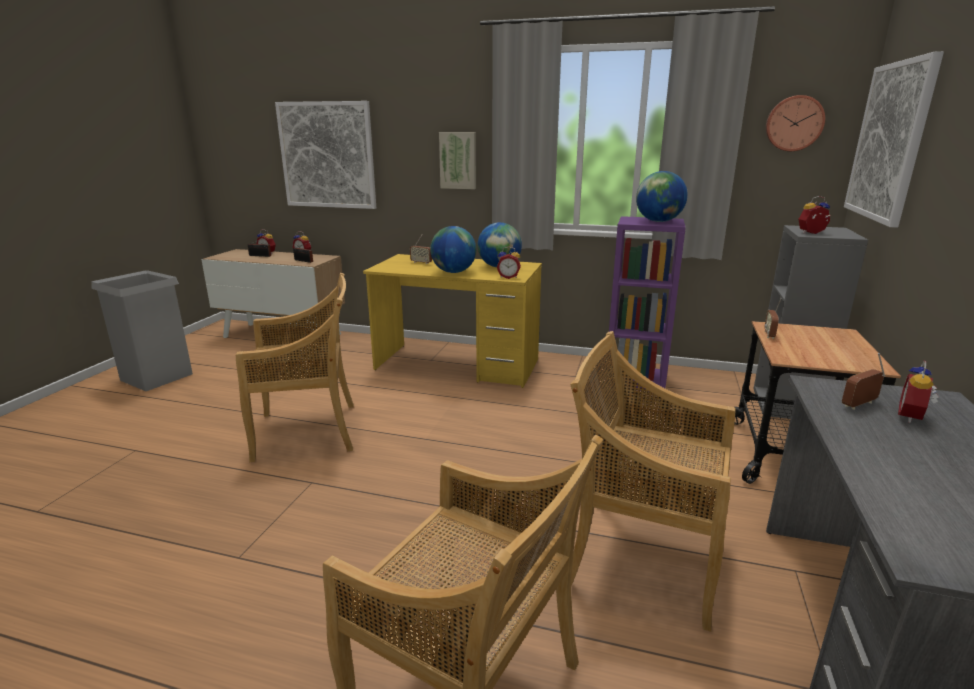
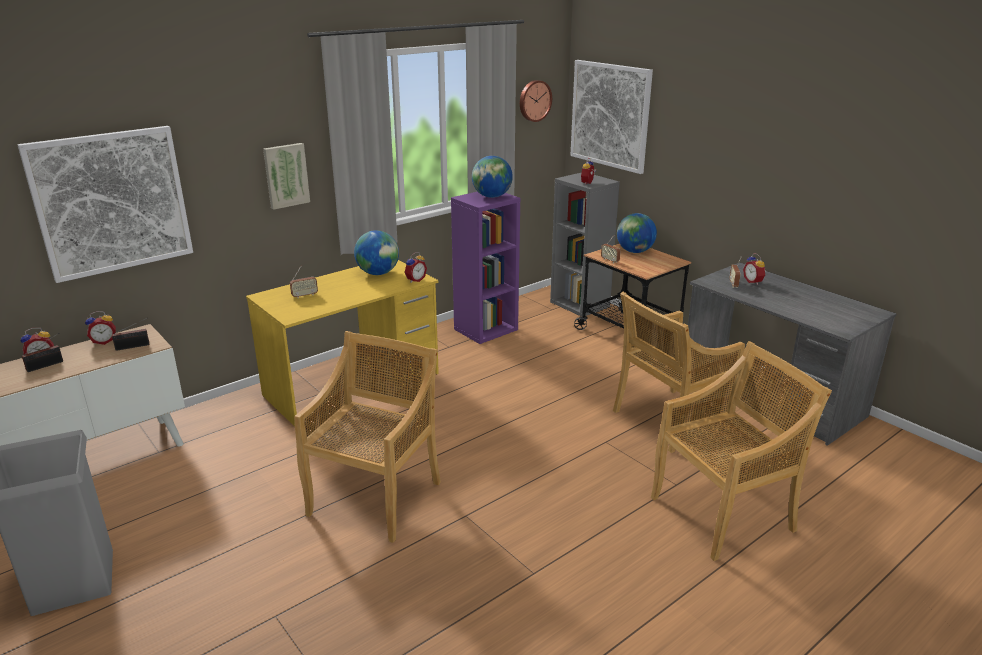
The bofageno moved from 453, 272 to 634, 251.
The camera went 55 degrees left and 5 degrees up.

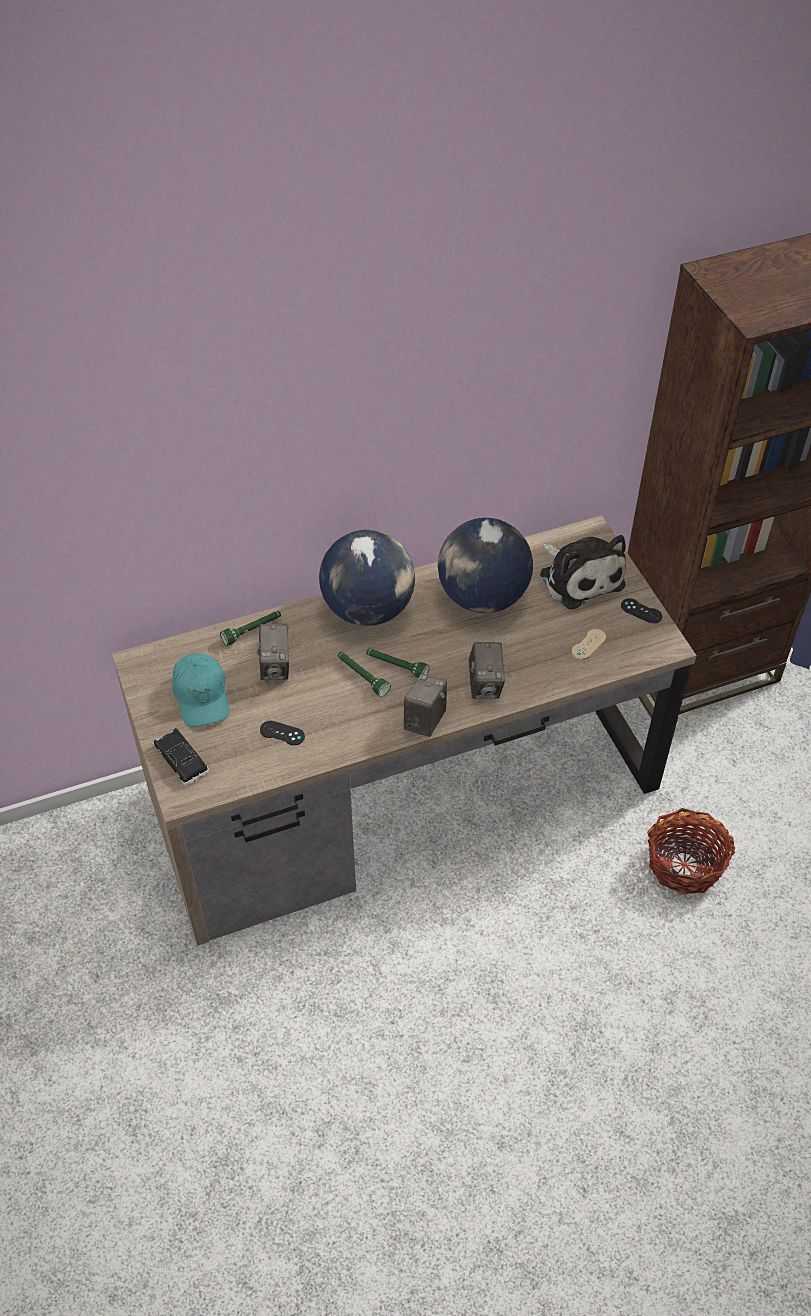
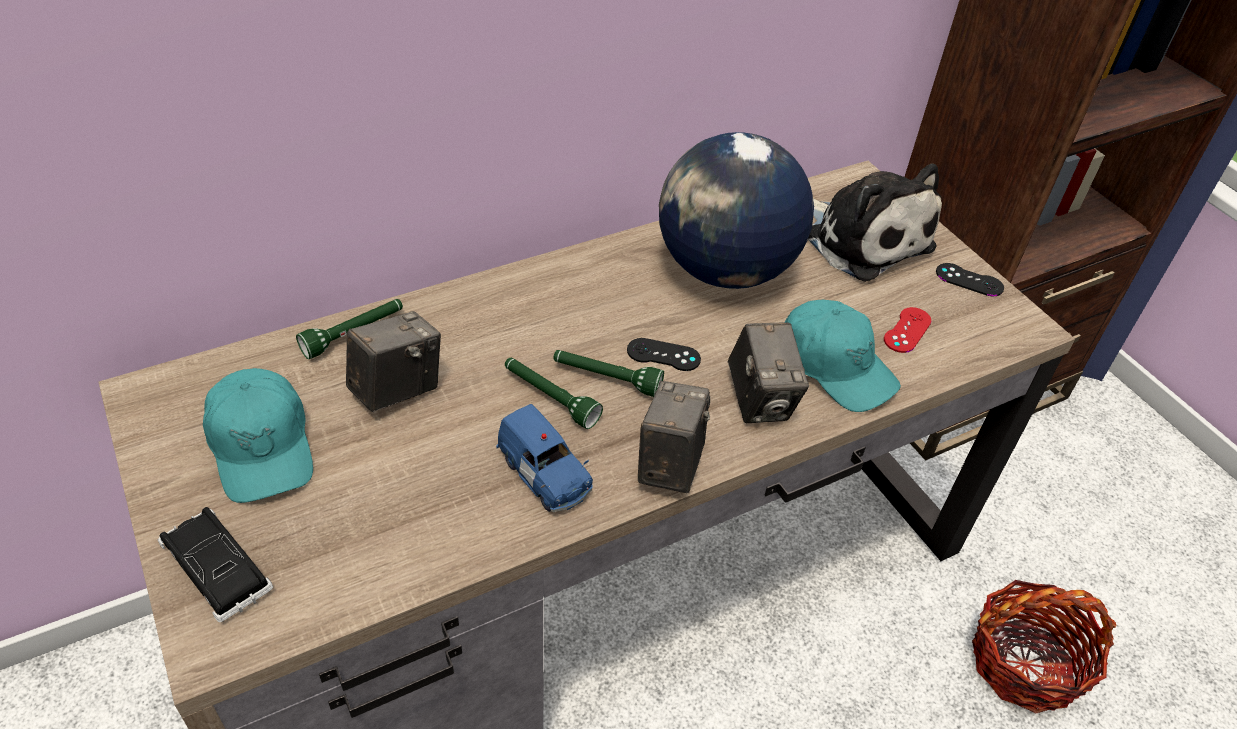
The bofageno at 369, 609 disappeared.
The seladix at 275, 666 turned 120 degrees counterclockwise.
The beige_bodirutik at 588, 644 became the red_bodirutik at 907, 330.
The black_bodirutik moved from 282, 733 to 663, 355.
The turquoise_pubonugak at 835, 366 appeared.
The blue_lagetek at 545, 475 appeared.
The camera went 10 degrees left and 5 degrees down.

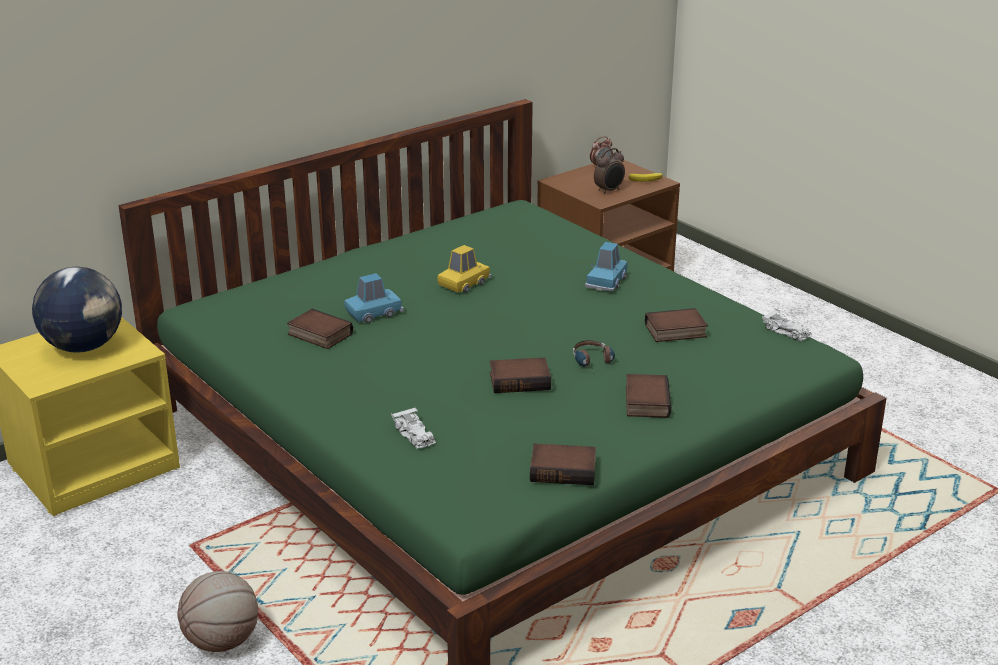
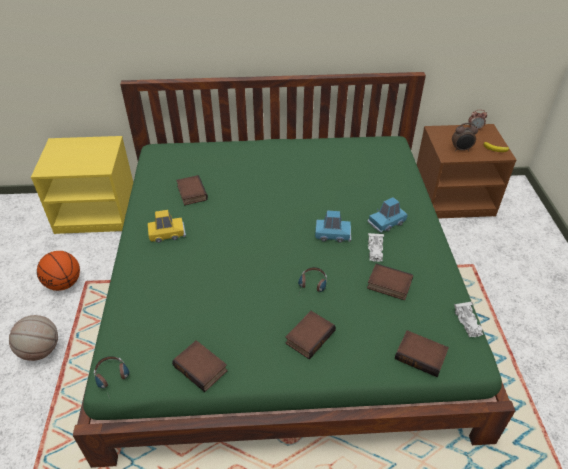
The yellow_lagetek moved from 464, 283 to 167, 234.
The bofageno at 84, 347 disappeared.
The blue_lagetek moved from 374, 313 to 333, 234.
The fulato moved from 520, 380 to 421, 355.
The white_lagetek moved from 415, 435 to 375, 250.
The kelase at 64, 284 appeared.
The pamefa at 113, 379 appeared.
The camera went 35 degrees right and 15 degrees up.

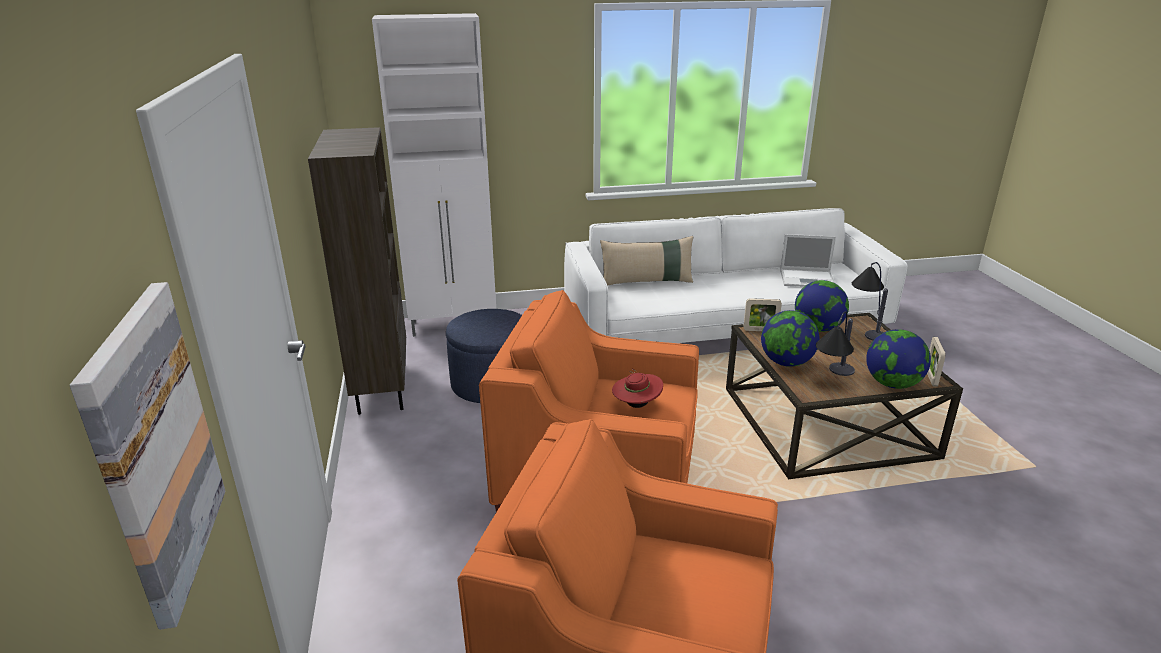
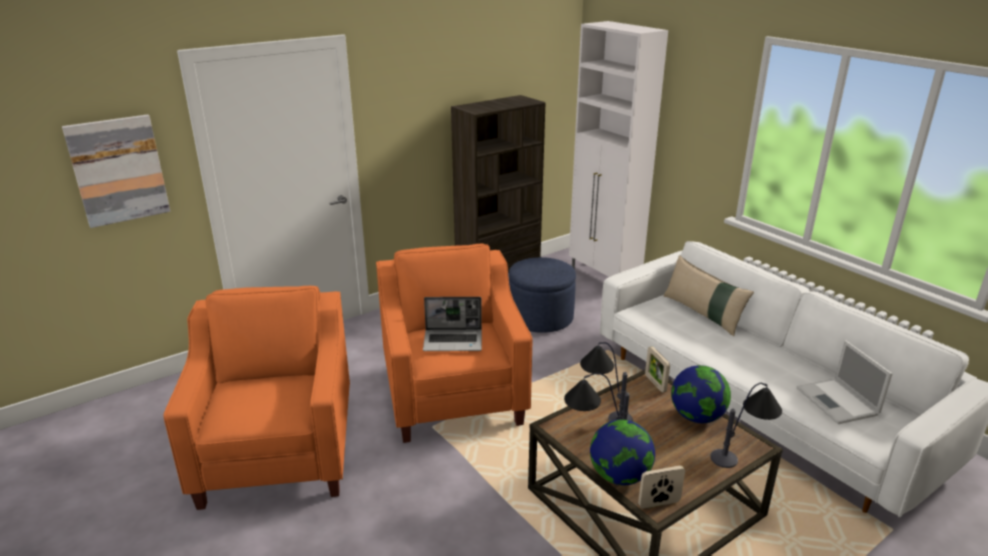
The bofageno at 786, 362 was replaced by the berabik at 603, 406.
The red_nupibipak at 636, 405 was replaced by the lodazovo at 453, 341.
The camera went 65 degrees right and 0 degrees up.

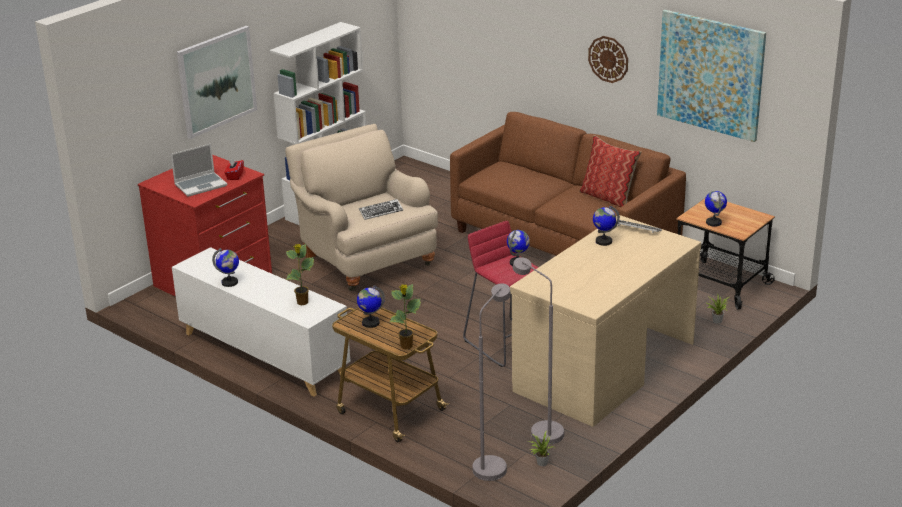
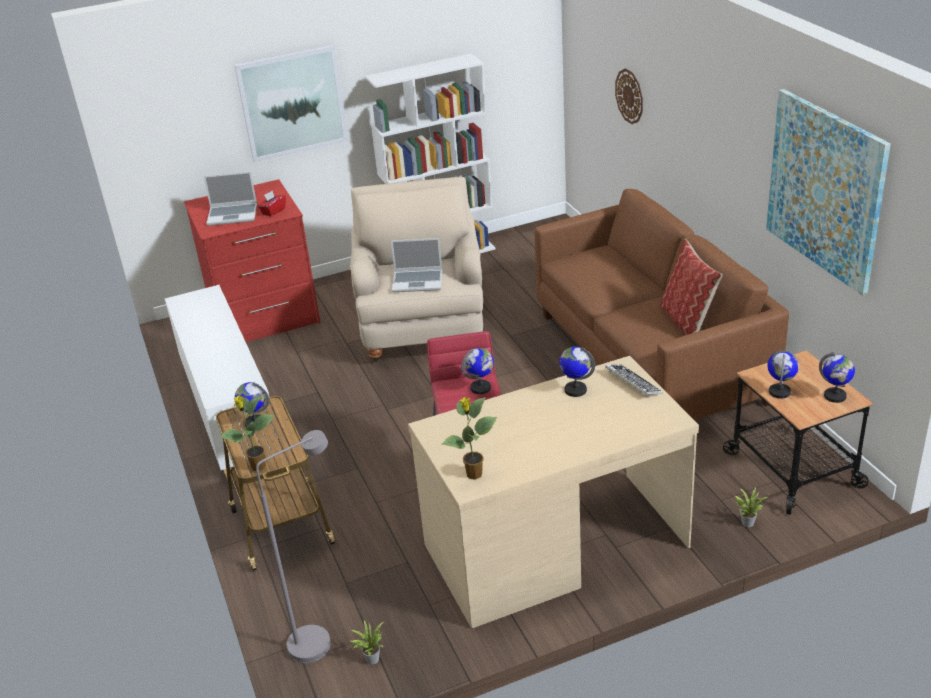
The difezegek moved from 608, 59 to 629, 96.
The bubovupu at 381, 212 was replaced by the lodazovo at 418, 281.
The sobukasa moved from 302, 303 to 474, 475.
The bofageno moved from 230, 282 to 835, 396.
The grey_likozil at 540, 430 disappeared.
The camera went 30 degrees right and 5 degrees up.

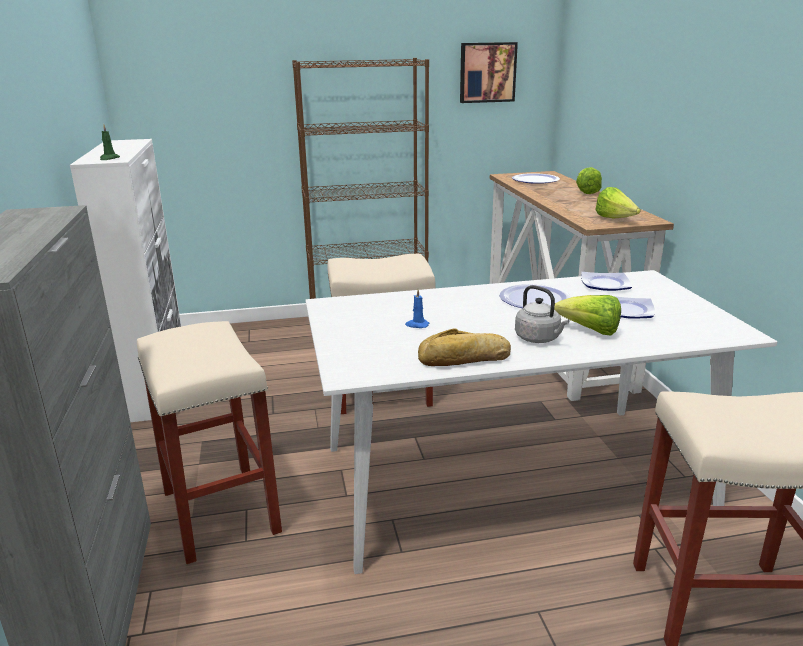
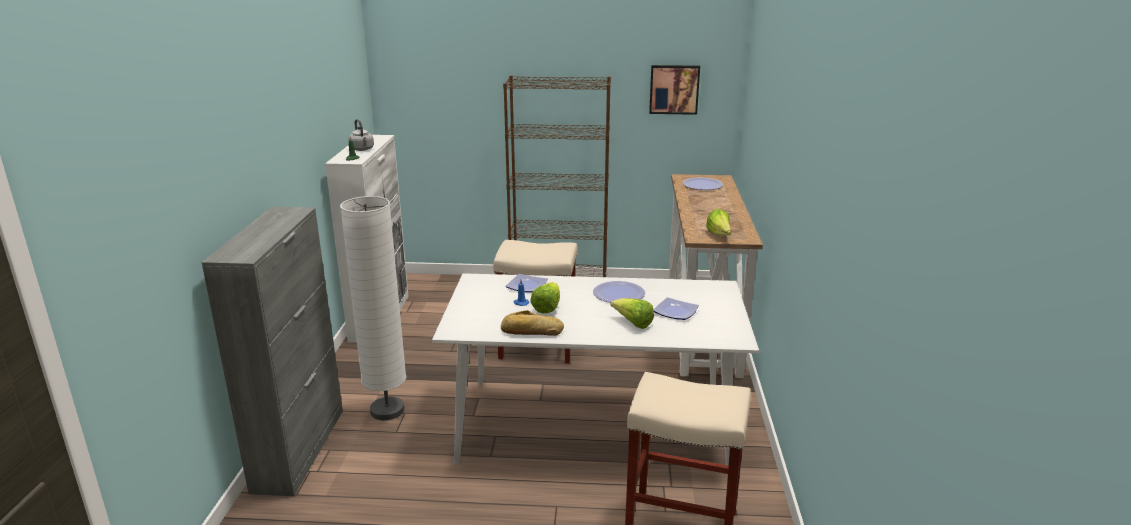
The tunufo moved from 586, 191 to 547, 307.
The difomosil moved from 606, 285 to 527, 286.
The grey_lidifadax moved from 539, 339 to 362, 149.
The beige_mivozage at 219, 510 was replaced by the white_likozil at 387, 410.
The camera went 15 degrees right and 0 degrees up.

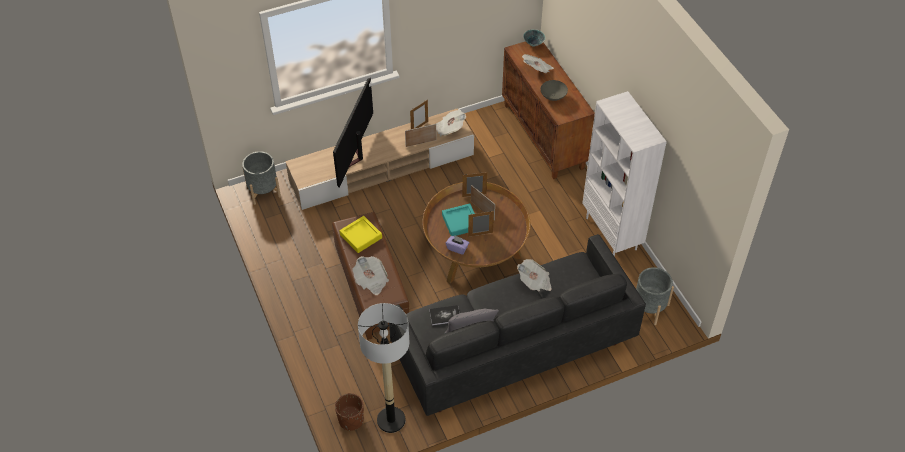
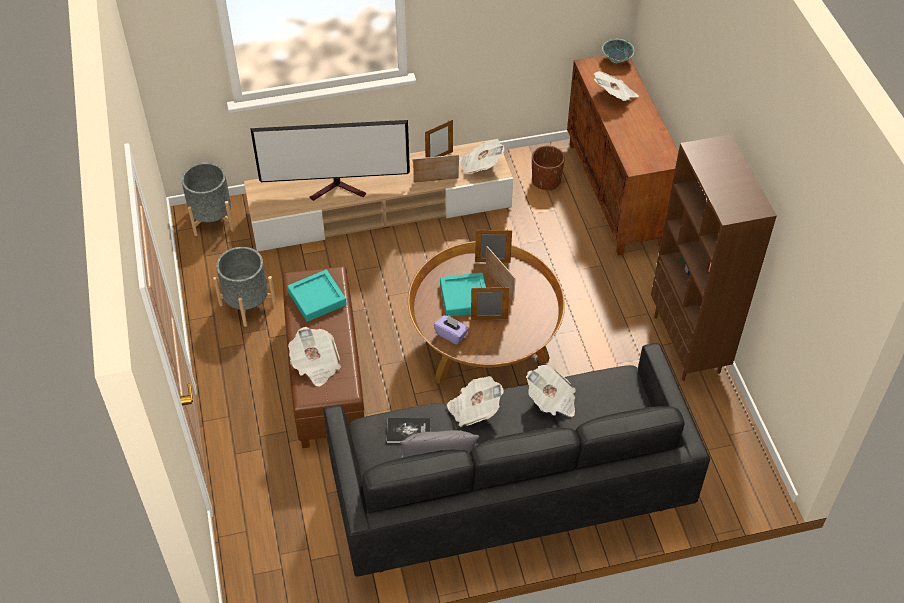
The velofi at 354, 158 turned 120 degrees counterclockwise.
The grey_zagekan at 553, 96 disappeared.
The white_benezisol at 612, 233 became the brown_benezisol at 688, 344.
The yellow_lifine at 361, 236 became the turquoise_lifine at 317, 298.
The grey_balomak moved from 649, 308 to 247, 304.
The likozil at 391, 420 disappeared.
The brown_balomak moved from 351, 420 to 546, 181.
The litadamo at 474, 409 appeared.
The camera went 10 degrees right and 0 degrees up.

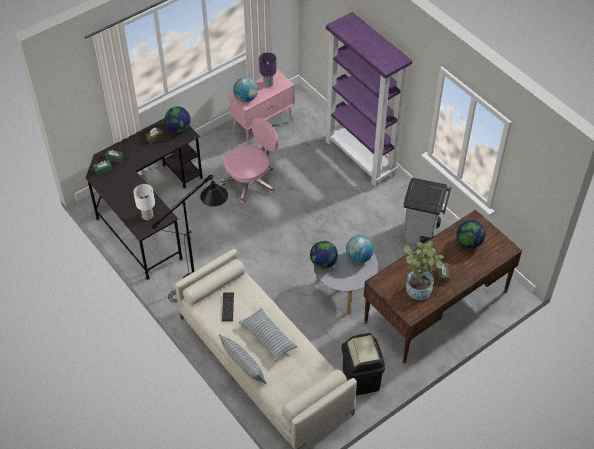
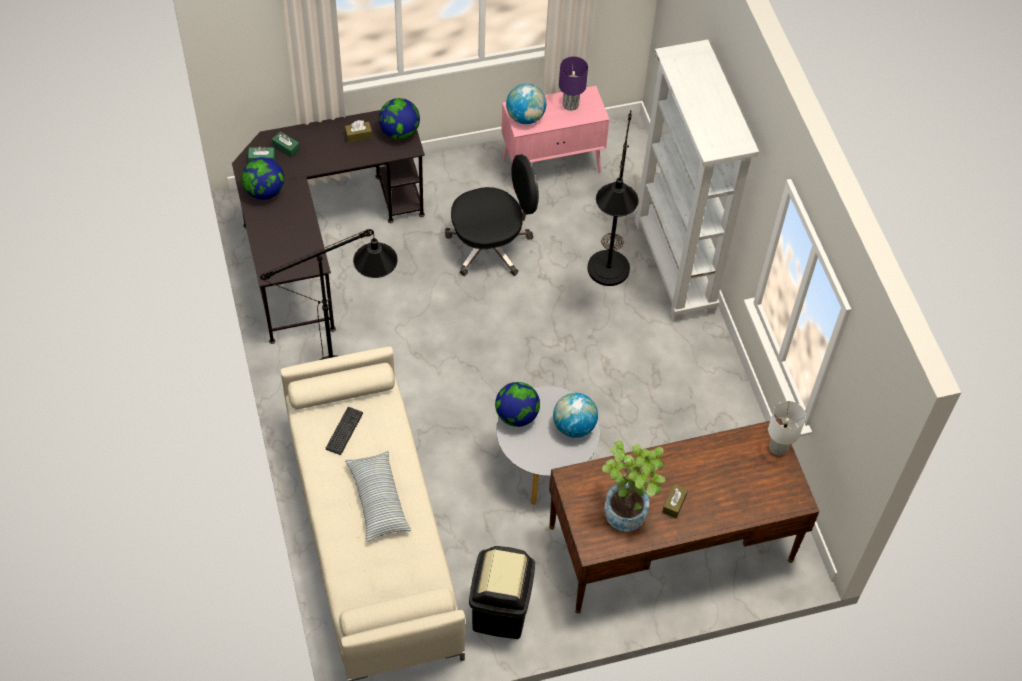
The purple_benezisol at 361, 158 became the white_benezisol at 675, 267.
The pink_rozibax at 250, 181 became the black_rozibax at 491, 246.
The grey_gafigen at 421, 234 disappeared.
The white_berabik moved from 147, 216 to 778, 447.
The bofageno moved from 468, 242 to 265, 191.
The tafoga at 243, 366 disappeared.
The black_likozil at 606, 279 appeared.
The camera went 20 degrees right and 5 degrees up.

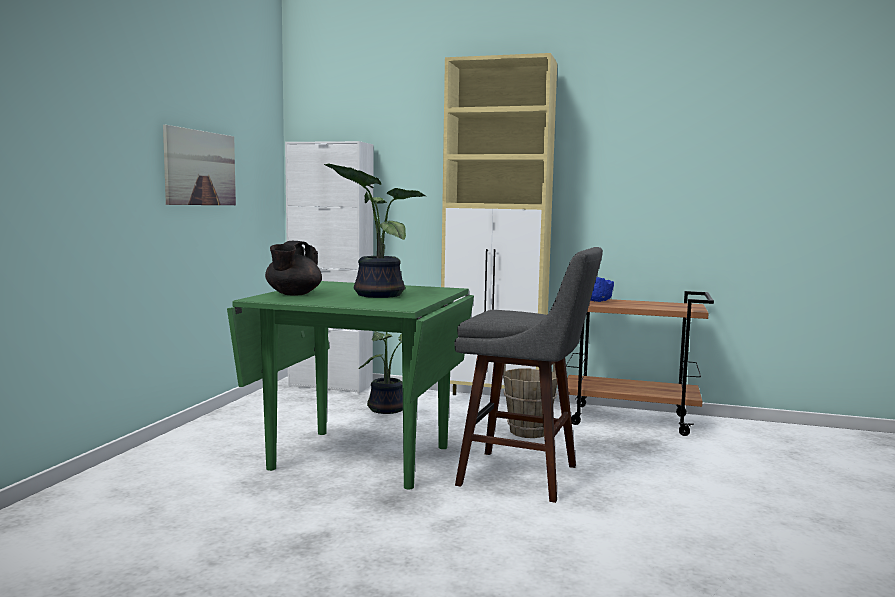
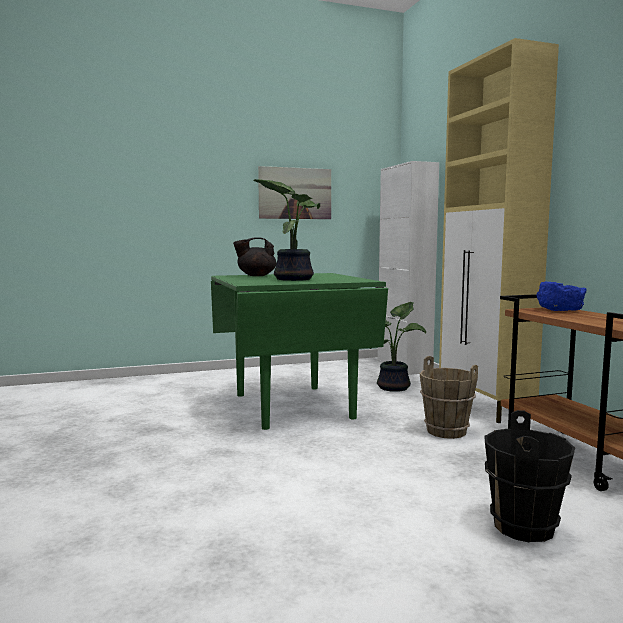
The grey_mivozage at 525, 476 disappeared.
The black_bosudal at 524, 527 appeared.
The camera went 55 degrees right and 0 degrees up.

